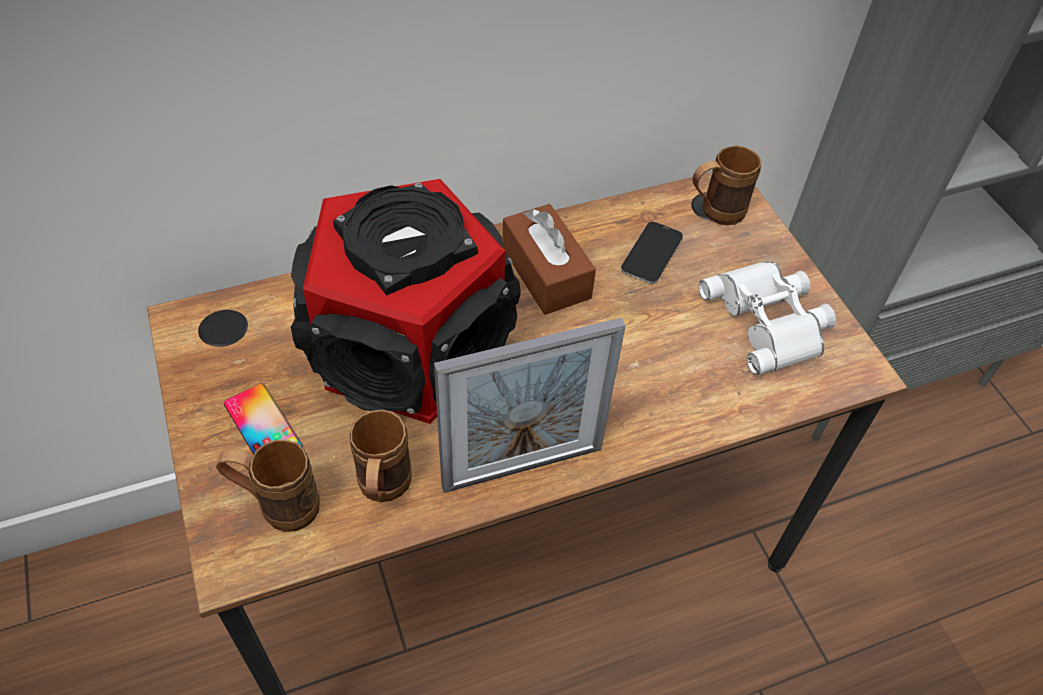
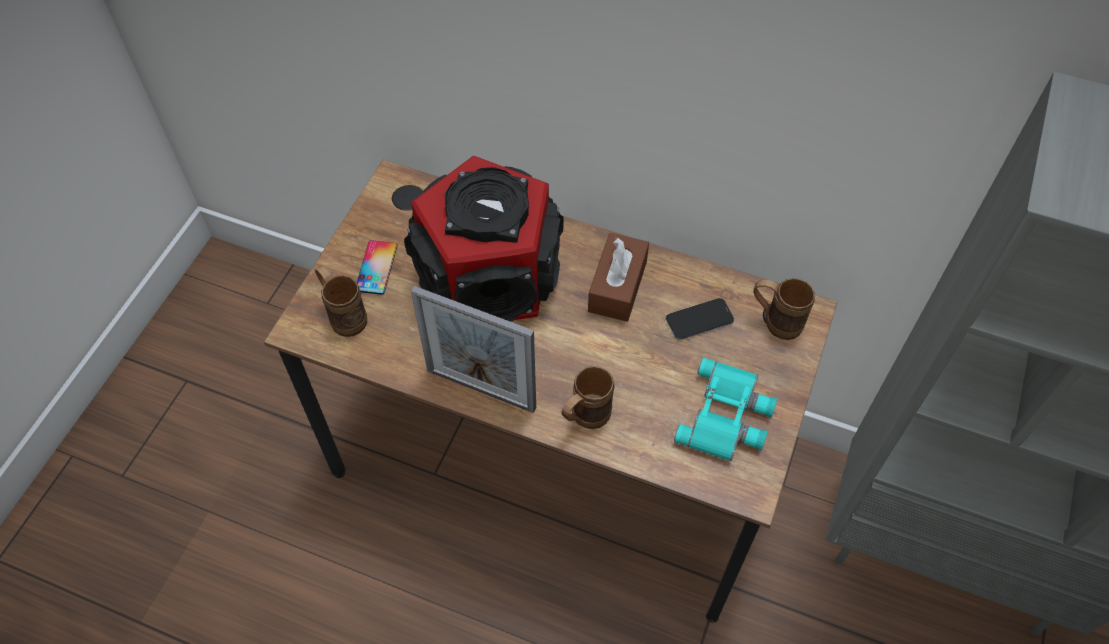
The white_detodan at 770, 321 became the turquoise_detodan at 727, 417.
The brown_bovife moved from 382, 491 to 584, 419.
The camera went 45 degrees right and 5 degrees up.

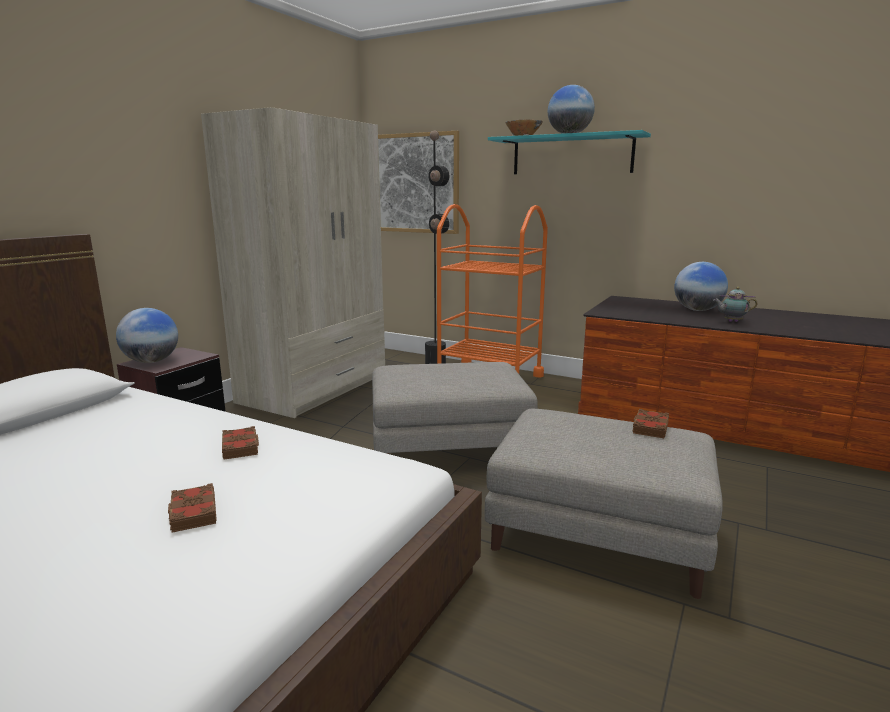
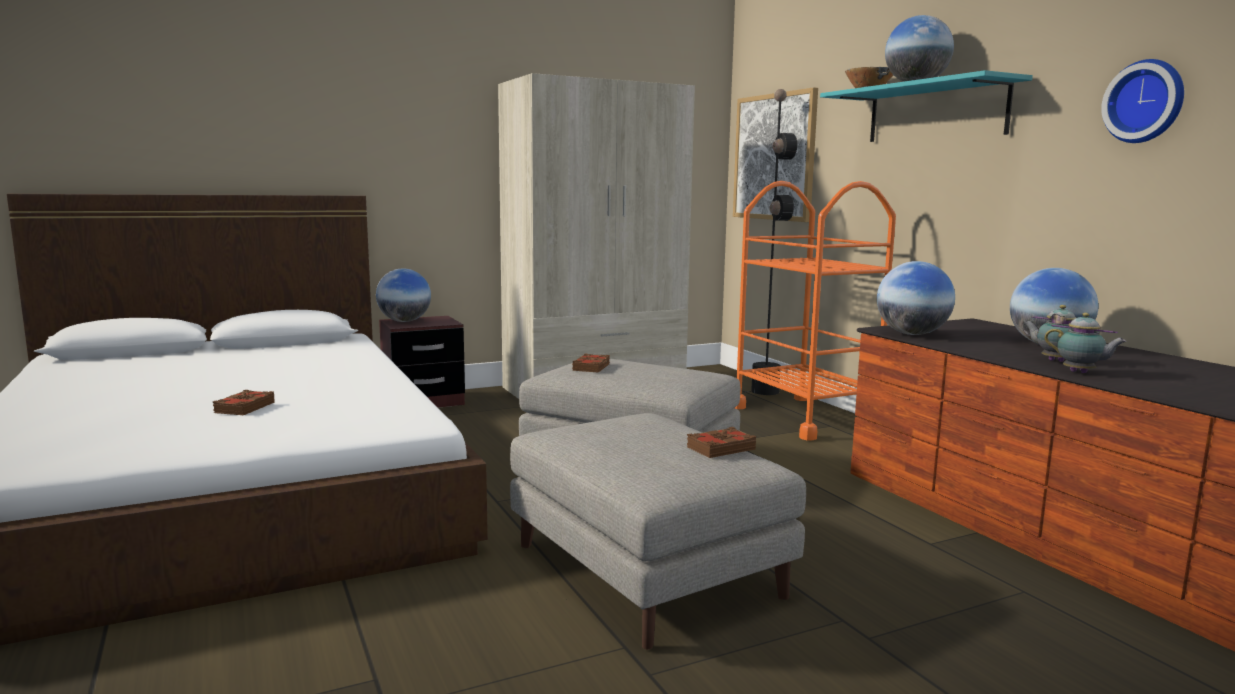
The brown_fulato moved from 241, 447 to 592, 367.
The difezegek at 1146, 102 appeared.
The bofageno at 912, 334 appeared.
The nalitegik at 1081, 372 appeared.
The camera went 35 degrees right and 5 degrees down.

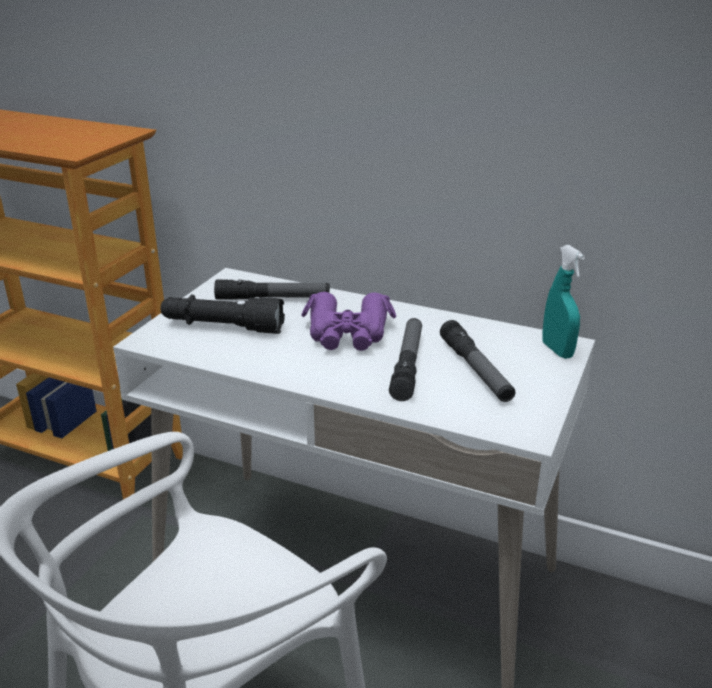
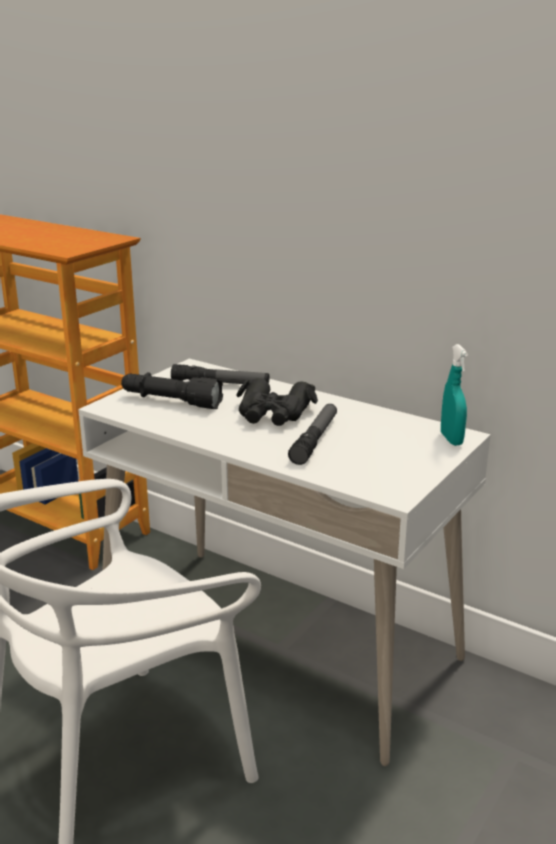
The purple_detodan at 348, 333 became the black_detodan at 274, 413.
The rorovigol at 475, 370 disappeared.
The camera went 10 degrees right and 5 degrees down.

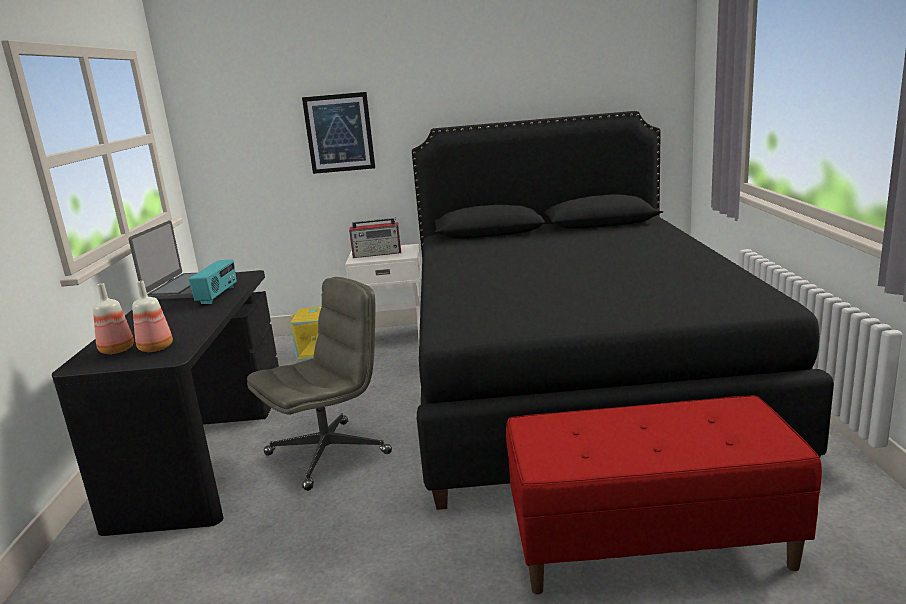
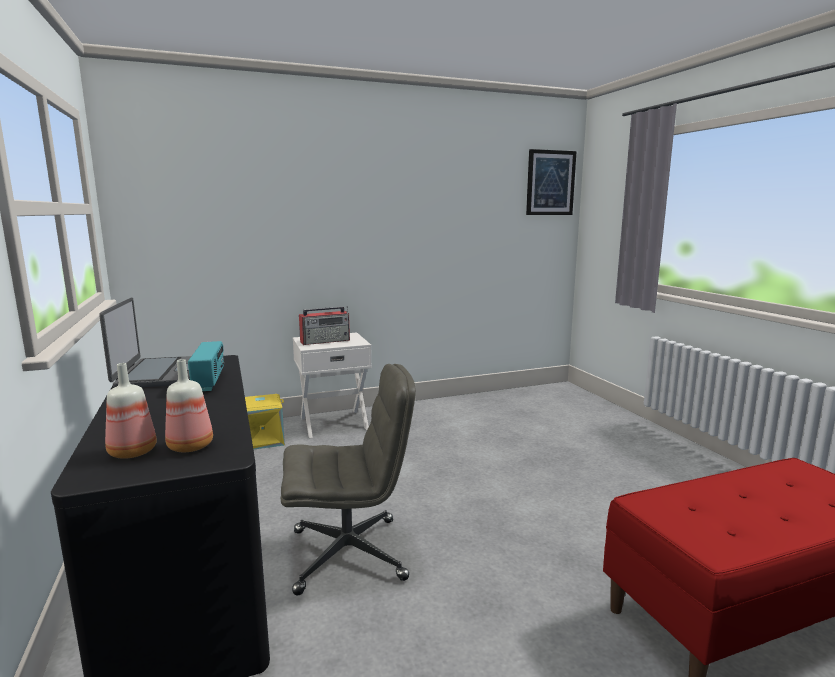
The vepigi moved from 339, 133 to 550, 183.
The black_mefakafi at 572, 380 disappeared.
The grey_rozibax at 329, 453 turned 45 degrees clockwise.
The camera went 20 degrees left and 5 degrees down.

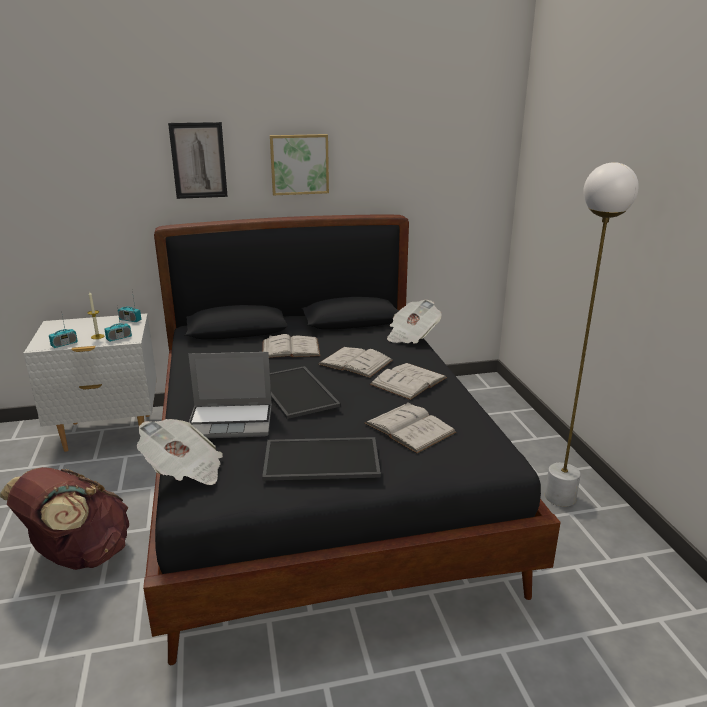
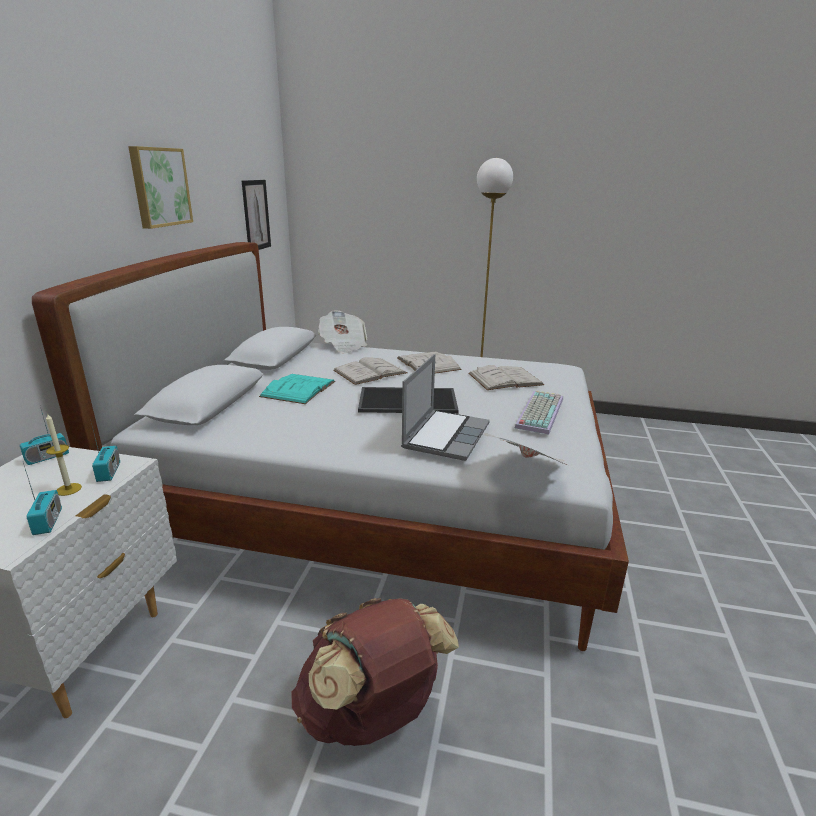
The vepigi moved from 198, 160 to 256, 215.
The black_mefakafi at 319, 485 became the white_mefakafi at 380, 504.
The white_fulato at 290, 348 became the turquoise_fulato at 298, 389.
The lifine at 322, 458 was replaced by the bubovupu at 538, 412.
The camera went 65 degrees left and 0 degrees up.

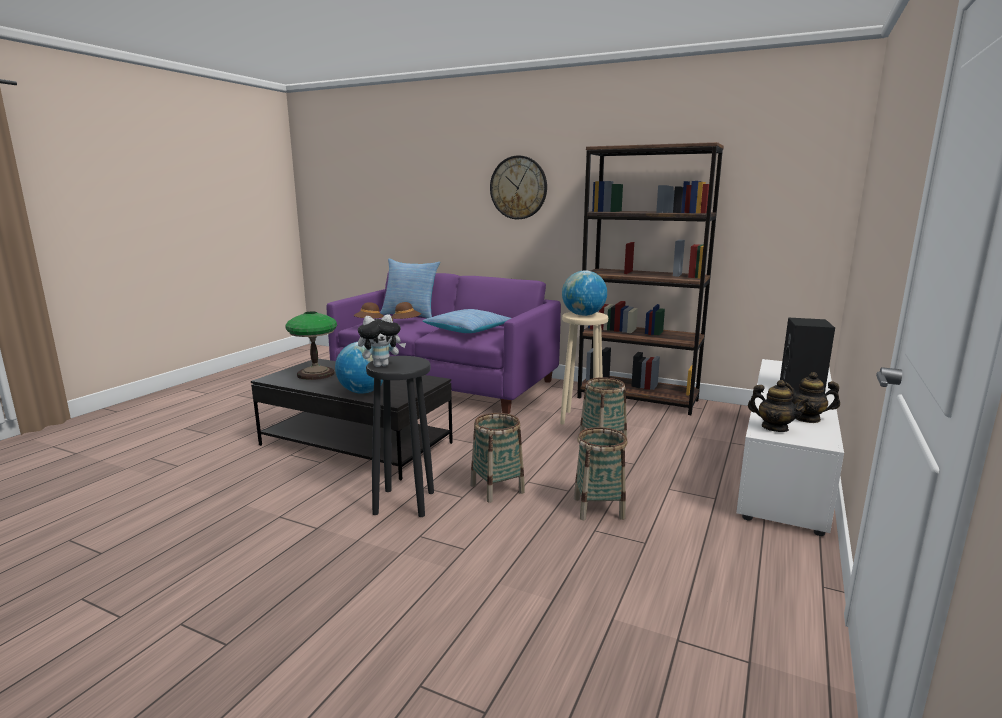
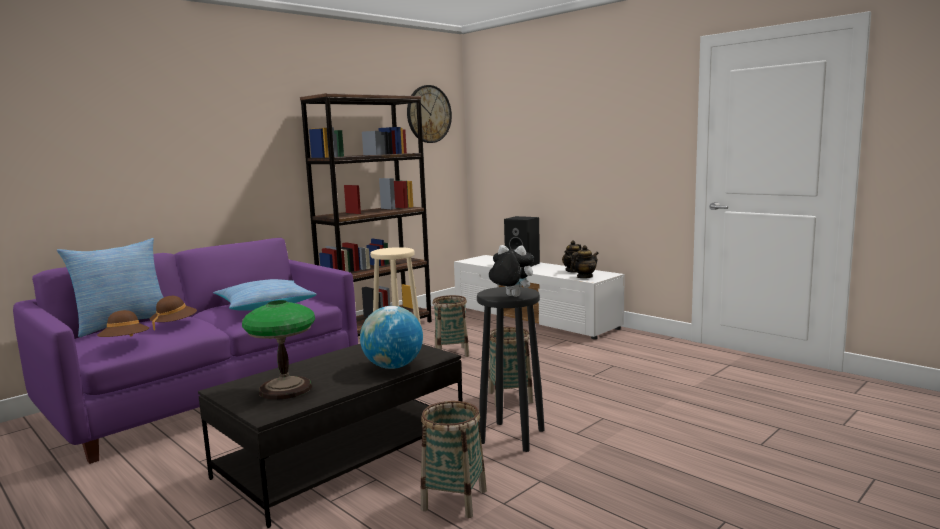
The difezegek moved from 518, 187 to 428, 114.
The bofageno at 583, 315 disappeared.
The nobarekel at 381, 365 turned 60 degrees counterclockwise.
The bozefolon moved from 599, 508 to 454, 500.
The camera went 70 degrees left and 5 degrees down.

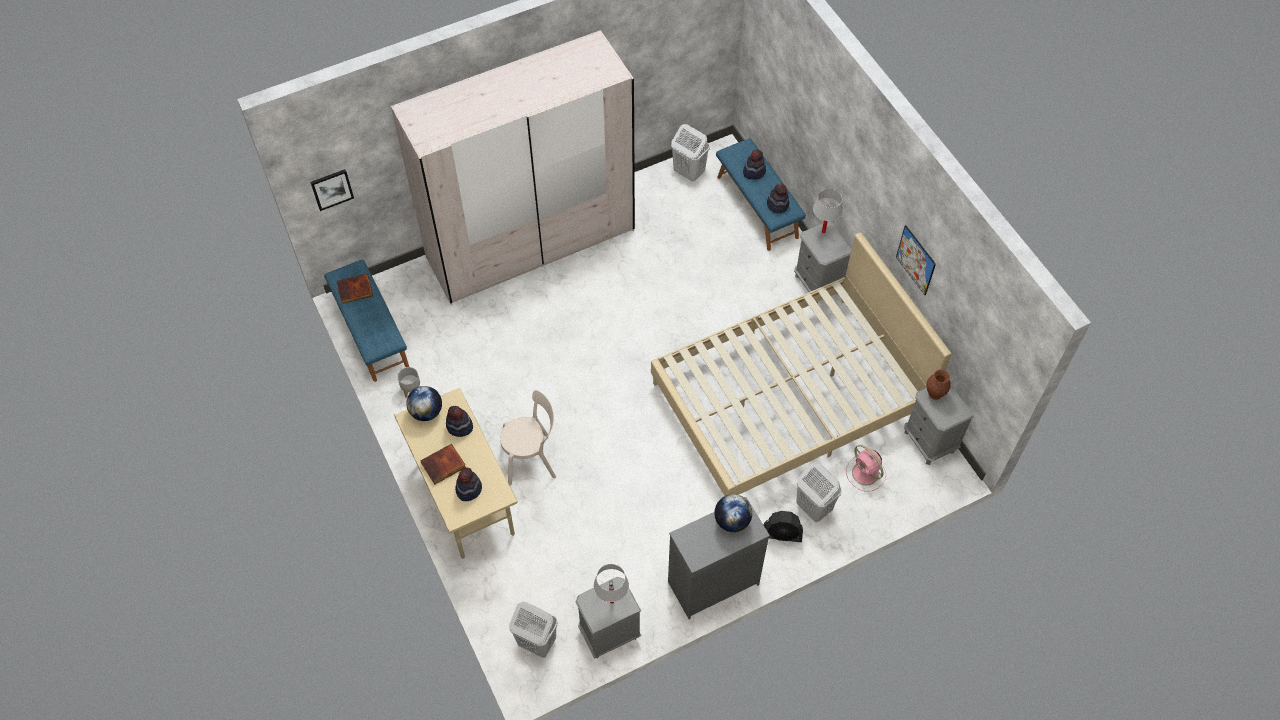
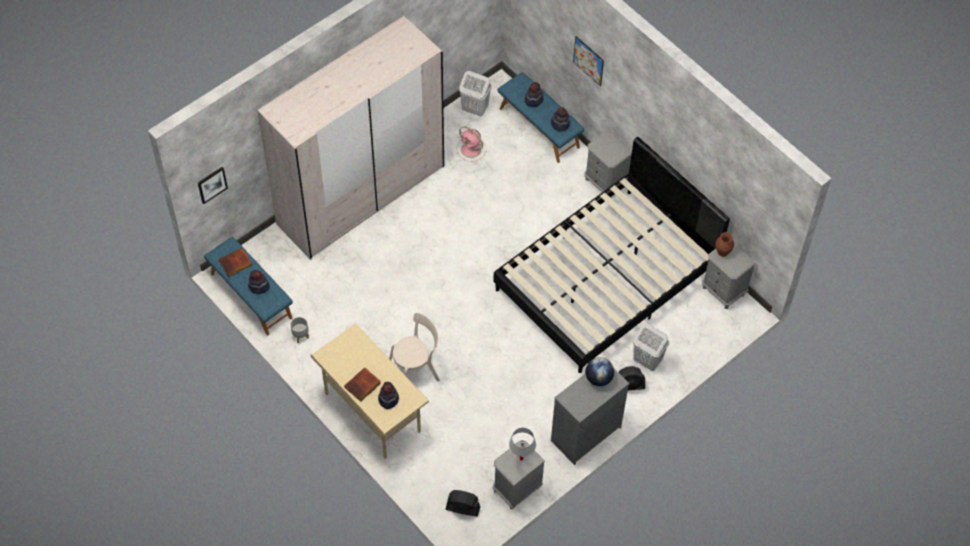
The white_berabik at 823, 231 disappeared.
The vepigi moved from 915, 260 to 588, 61.
The beige_mefakafi at 789, 397 became the black_mefakafi at 606, 279.
The bofageno at 426, 412 disappeared.
The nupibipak moved from 459, 426 to 259, 286.
The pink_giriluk moved from 866, 474 to 471, 150.
The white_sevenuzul at 536, 642 was replaced by the black_giriluk at 462, 508.
The camera went 15 degrees left and 0 degrees up.

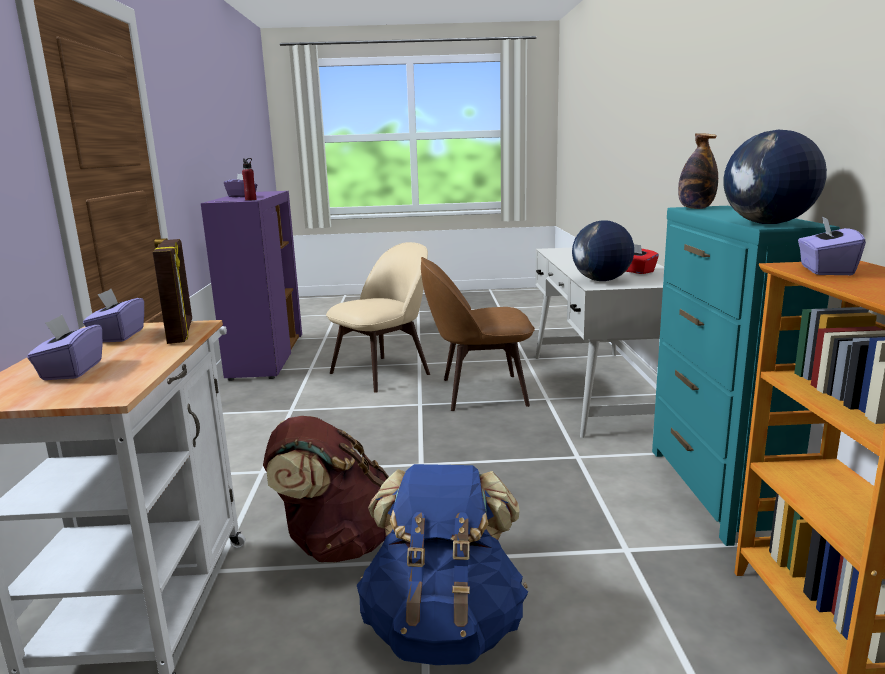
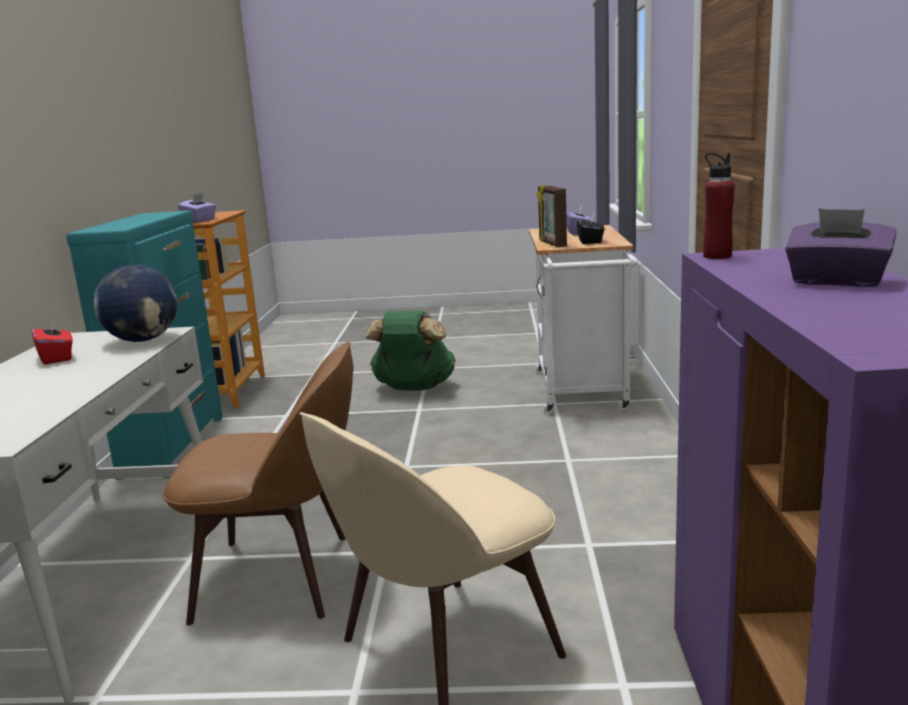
The bofageno at 768, 224 disappeared.
The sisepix at 695, 208 disappeared.
The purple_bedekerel at 118, 336 became the black_bedekerel at 590, 241.
The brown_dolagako at 335, 544 disappeared.
The blue_dolagako at 444, 628 became the green_dolagako at 413, 389.
The camera went 175 degrees left and 0 degrees up.

